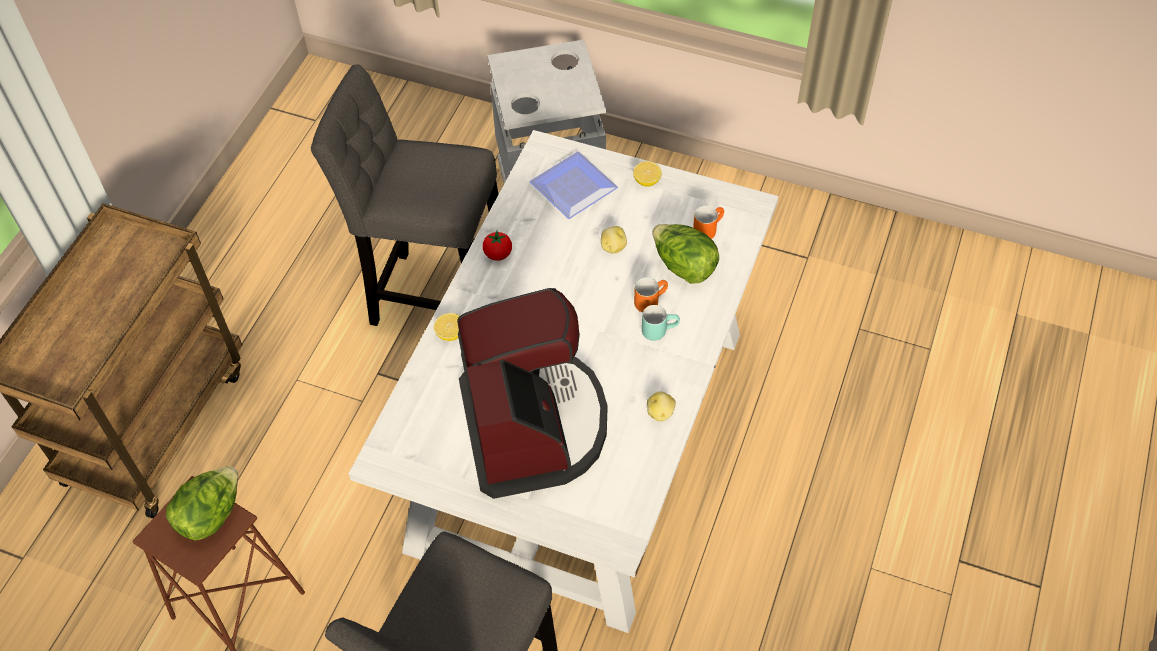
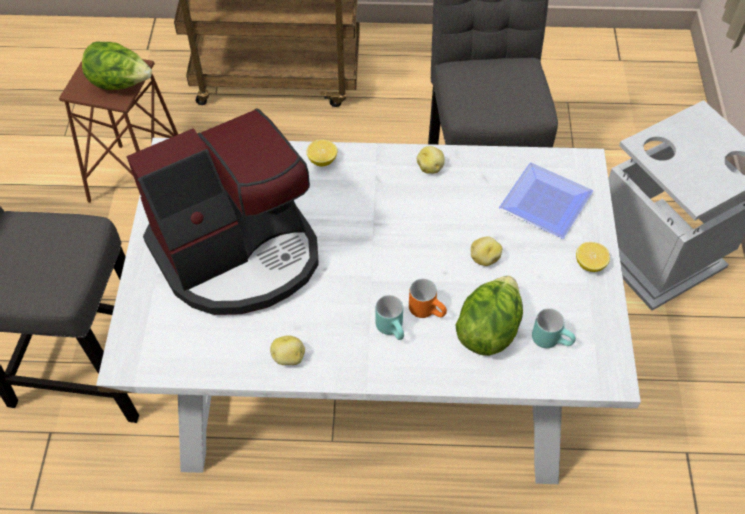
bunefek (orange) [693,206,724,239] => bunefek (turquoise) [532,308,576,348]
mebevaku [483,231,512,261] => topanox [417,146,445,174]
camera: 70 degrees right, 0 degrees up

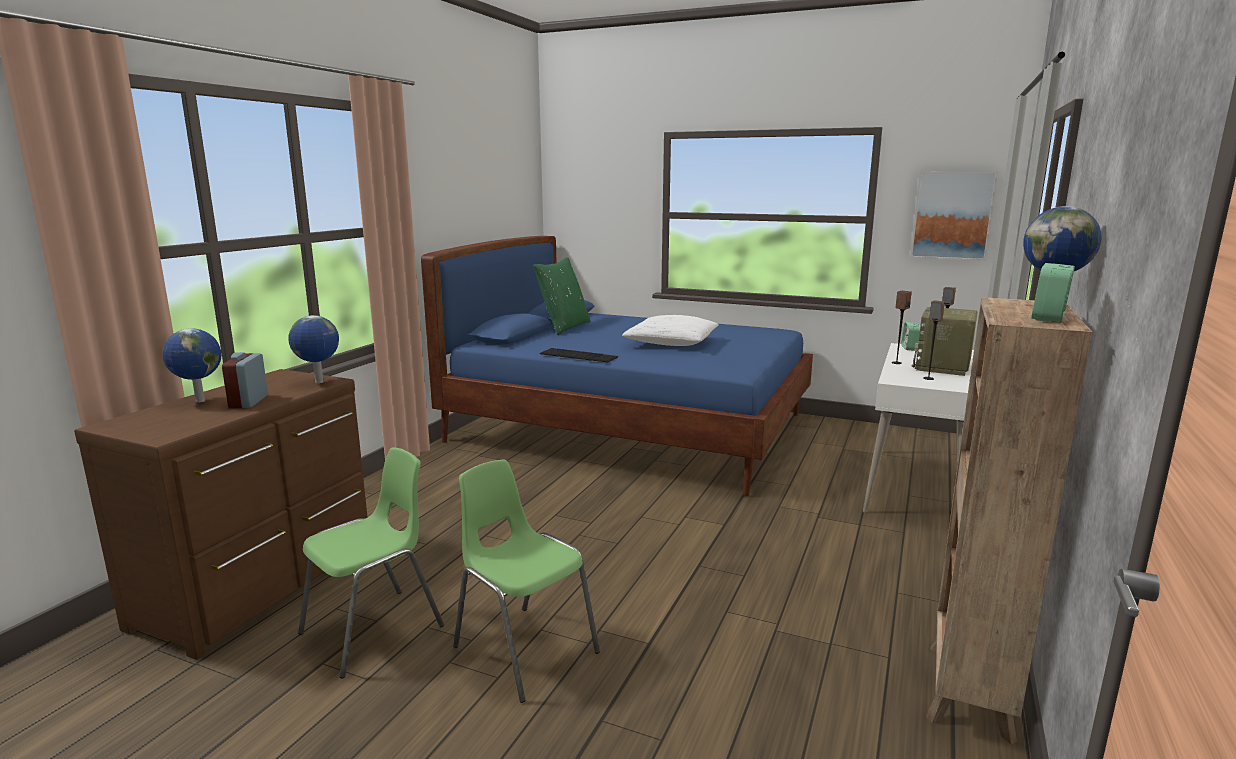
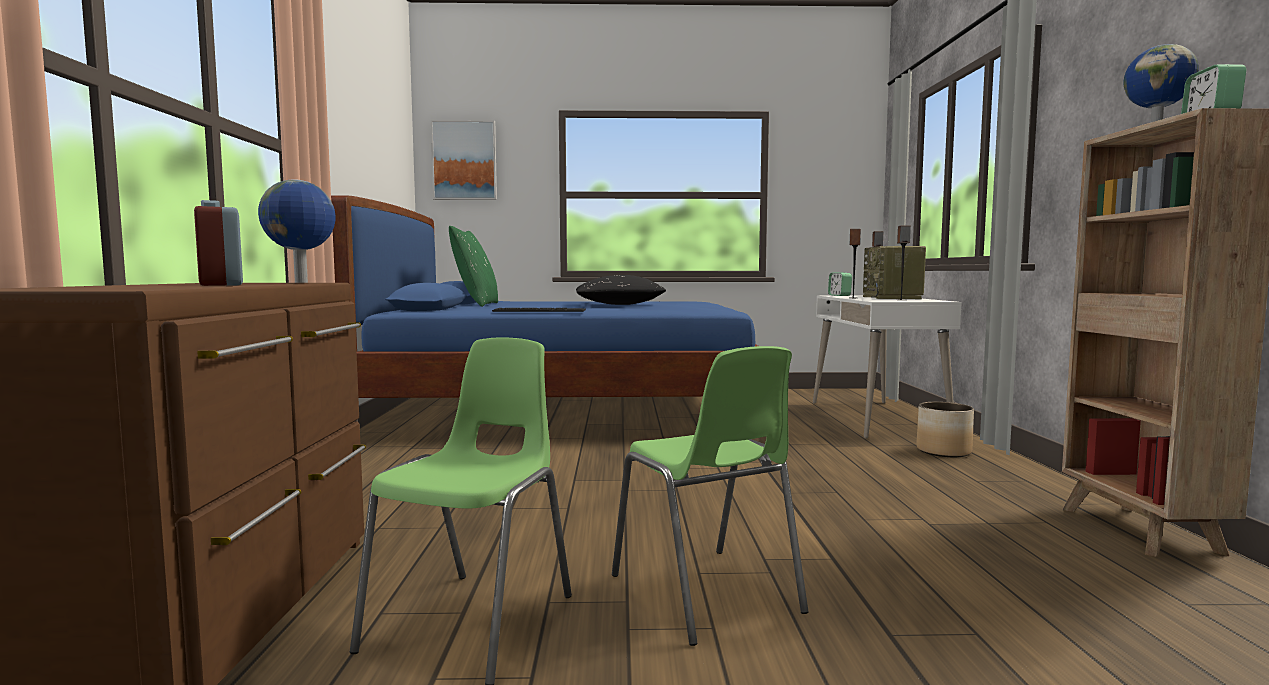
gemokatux [910,171,998,261] => gemokatux [431,120,497,200], shifted
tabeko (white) [622,315,719,346] => tabeko (black) [576,275,666,305]
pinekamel [162,328,222,403] => nothing
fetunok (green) [453,460,600,703] => fetunok (green) [612,346,809,646], 135 degrees counterclockwise
nothing => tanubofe [917,402,974,457]
camera: 25 degrees left, 10 degrees down

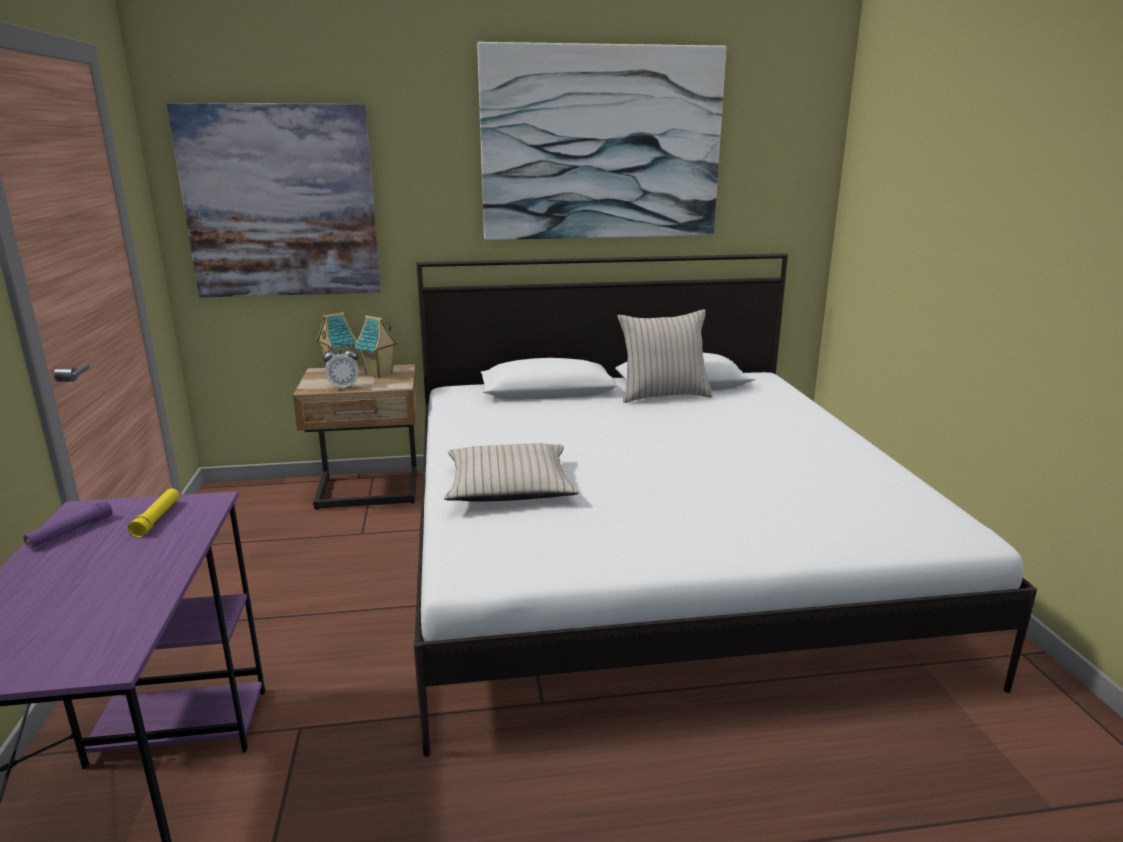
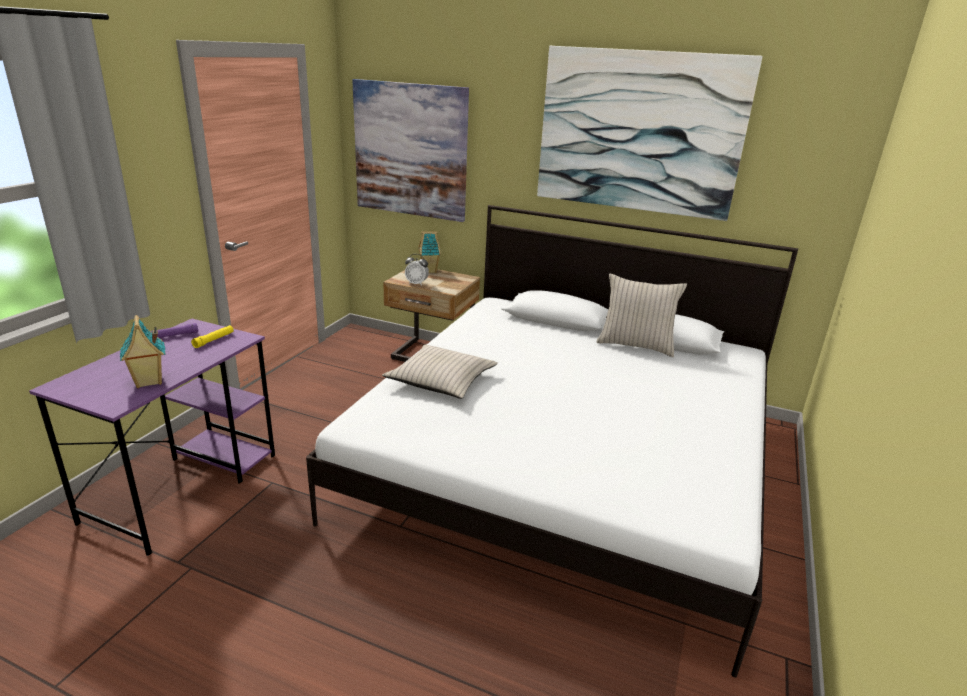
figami [354,315,399,378] => figami [120,315,166,388], shifted
camera: 30 degrees right, 5 degrees up

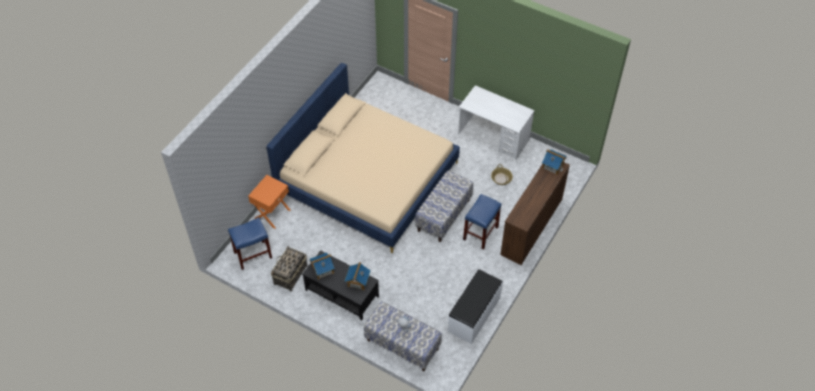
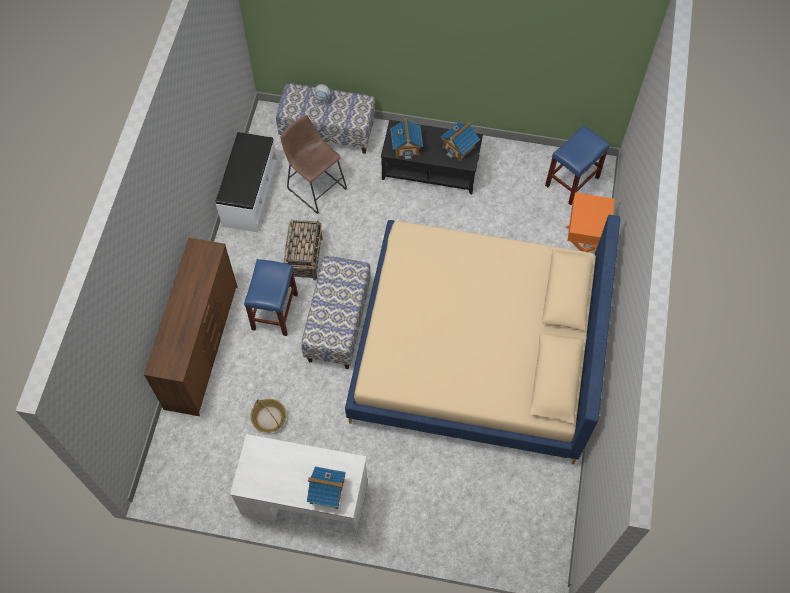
figami [542,149,567,175] => figami [307,466,345,509], shifted
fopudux [271,246,308,291] => fopudux [284,220,322,280], shifted
nothing => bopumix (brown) [280,115,347,214]
camera: 160 degrees right, 10 degrees up

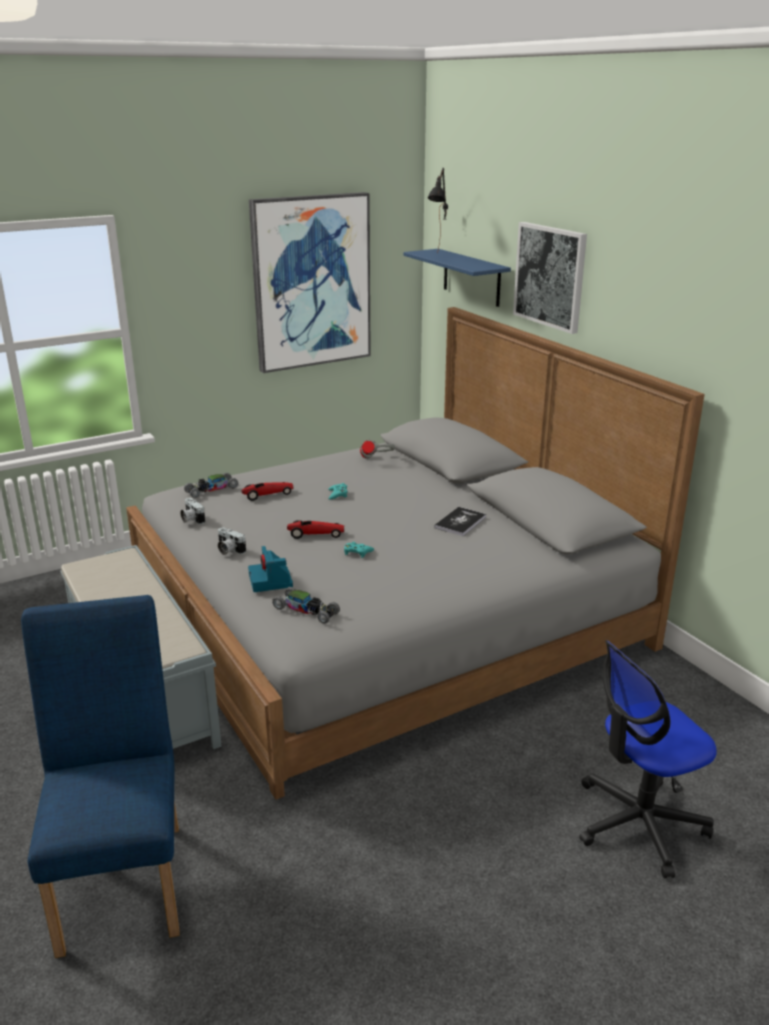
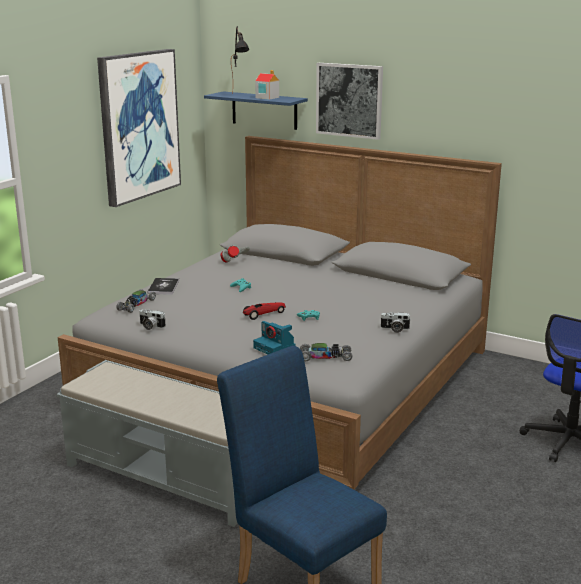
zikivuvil [241,482,294,501] => nothing
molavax [434,507,486,536] => molavax [148,278,179,295], shifted
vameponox [218,528,246,555] => vameponox [380,312,410,333], shifted
nothing => figami [255,70,279,100]
camera: 30 degrees left, 5 degrees down

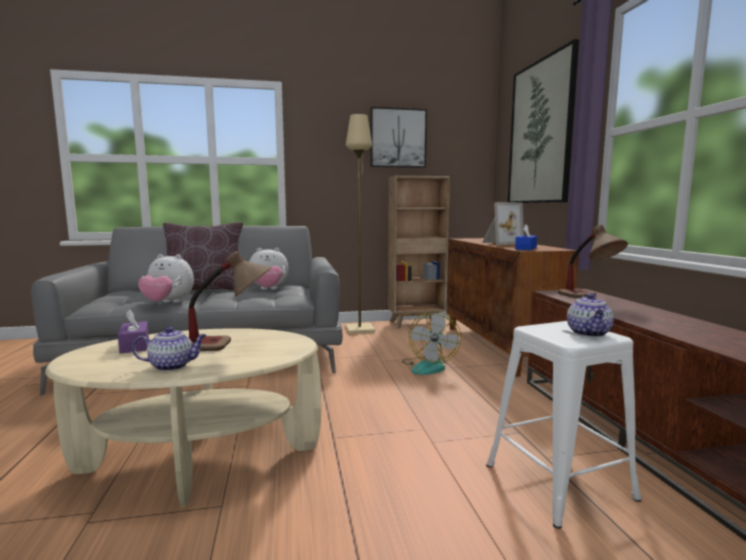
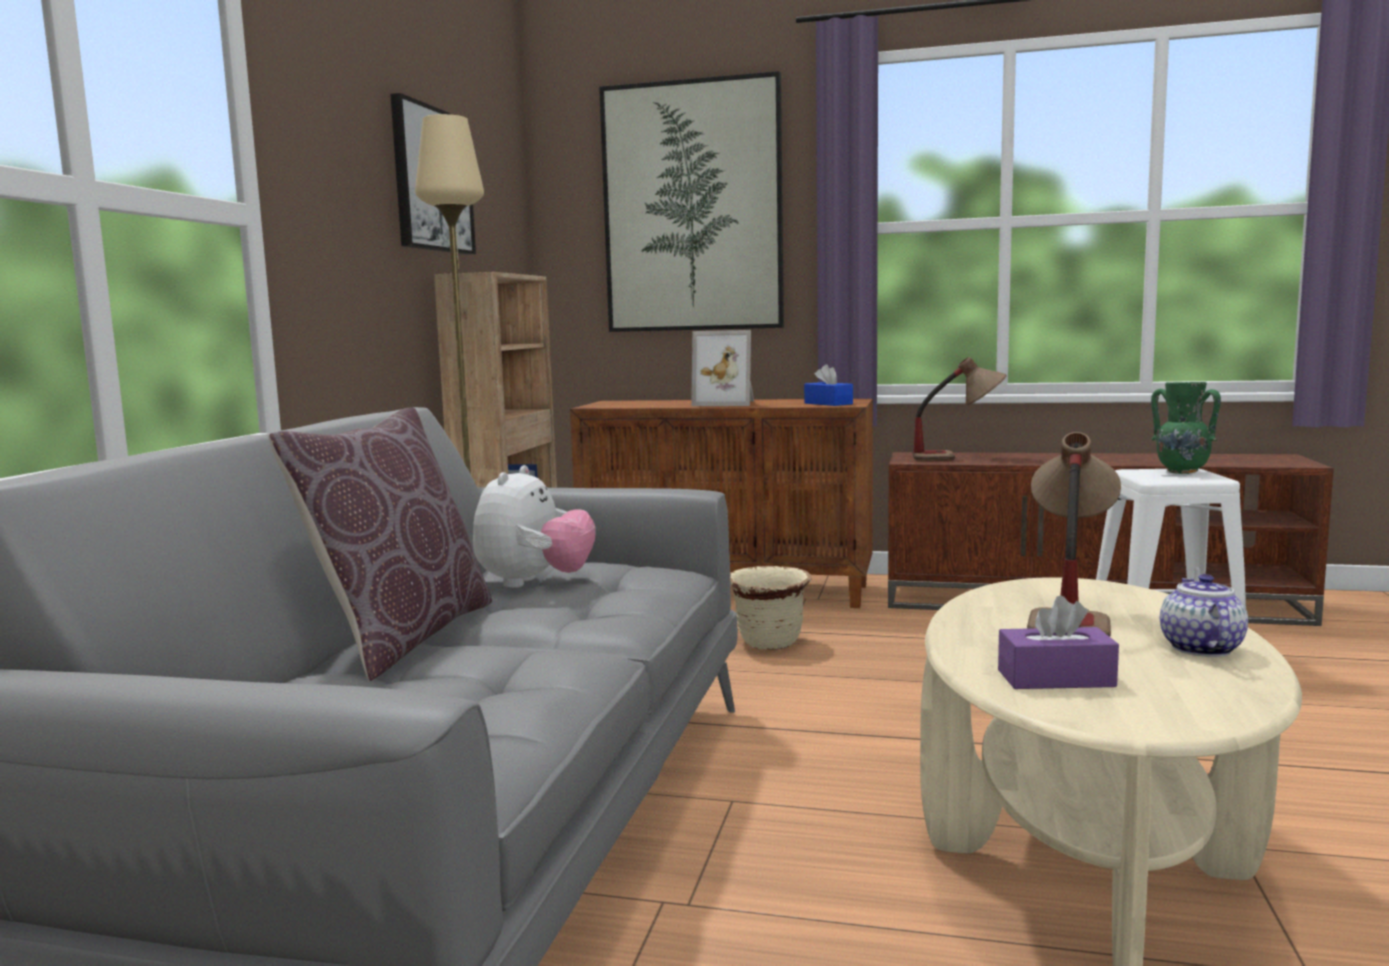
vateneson [482,202,524,245] => vateneson [691,330,754,406], 105 degrees clockwise
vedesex [138,254,194,303] => nothing
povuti [567,293,614,337] => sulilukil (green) [1151,382,1221,474]
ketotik [402,311,461,375] => tanubofe (beige) [730,566,812,650]
camera: 65 degrees left, 0 degrees up

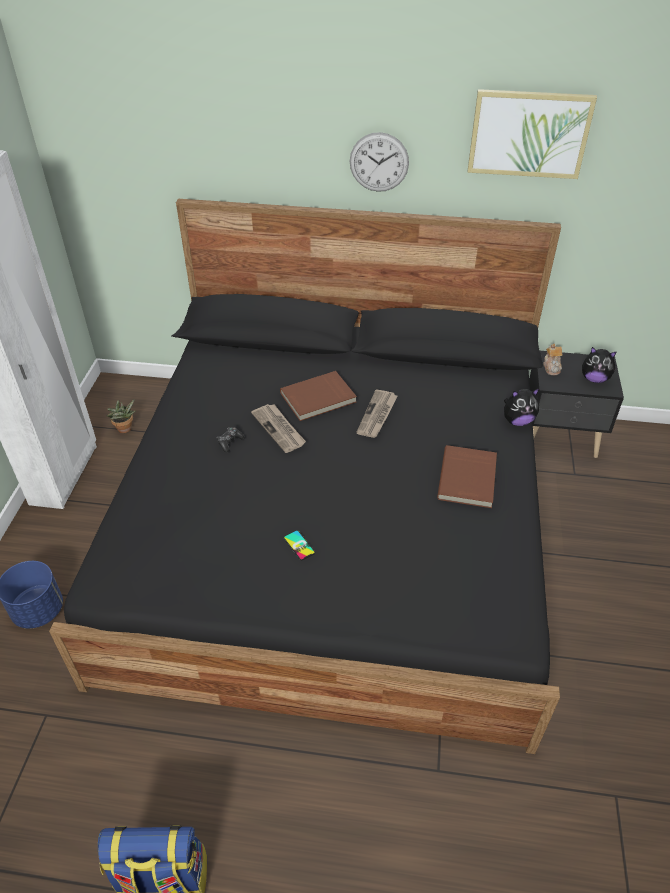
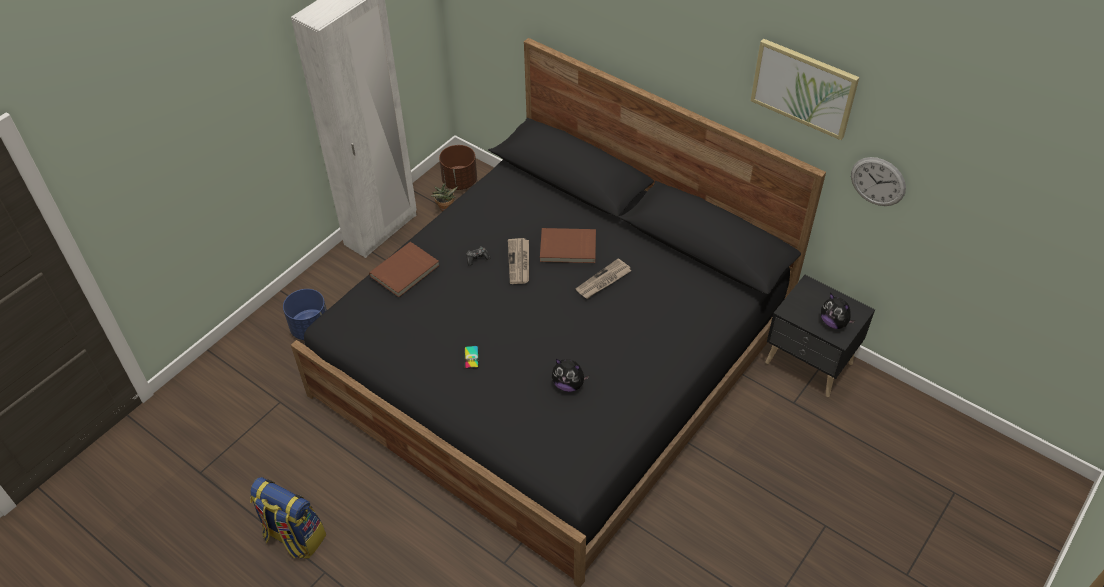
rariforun [350,132,409,192] => rariforun [851,157,906,206], shifted
povuti [543,344,562,375] => nothing
vedesex [504,389,539,426] => vedesex [552,359,589,392], shifted
molavax (brown) [437,445,497,508] => molavax (brown) [369,242,439,297], shifted
nothing => tanubofe (brown) [439,145,477,190]
camera: 30 degrees right, 5 degrees up

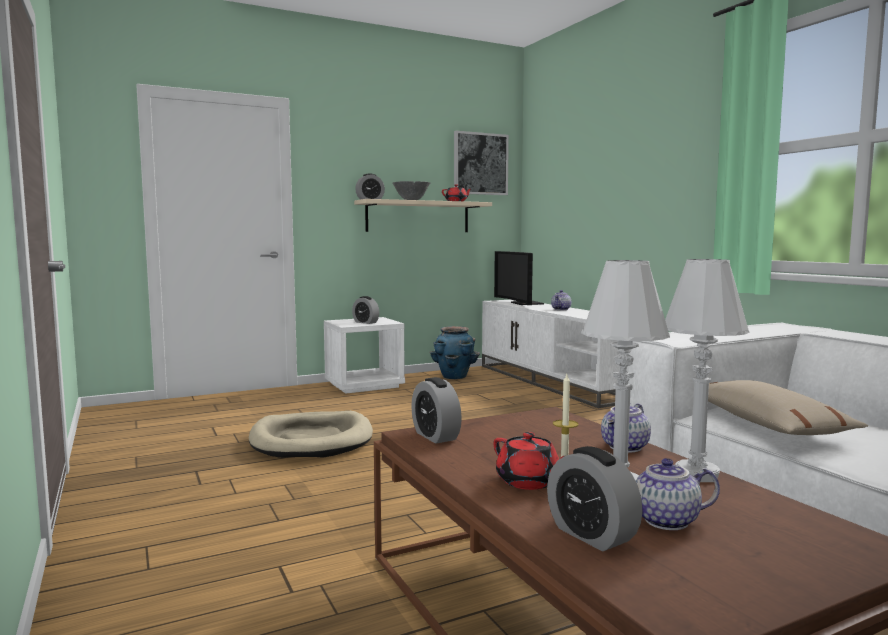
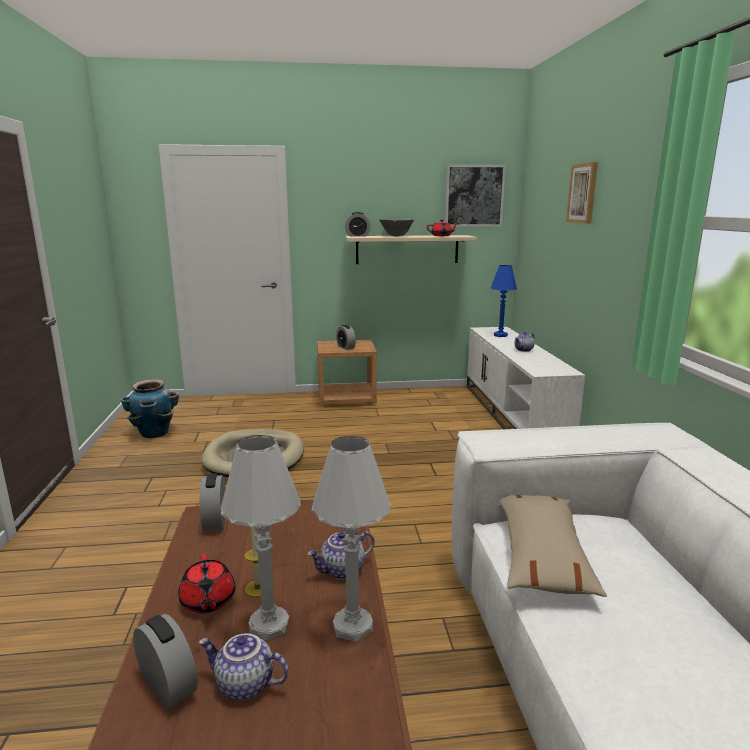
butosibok [494,251,544,305] => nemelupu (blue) [491,265,517,337]
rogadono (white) [324,317,405,394] => rogadono (brown) [317,340,377,407]
tanubofe [430,326,480,379] => tanubofe [121,379,179,438], shifted
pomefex [547,446,643,551] => pomefex [133,614,198,709], 150 degrees clockwise
nothing => gemokatux [566,162,598,224]
camera: 20 degrees right, 10 degrees up

